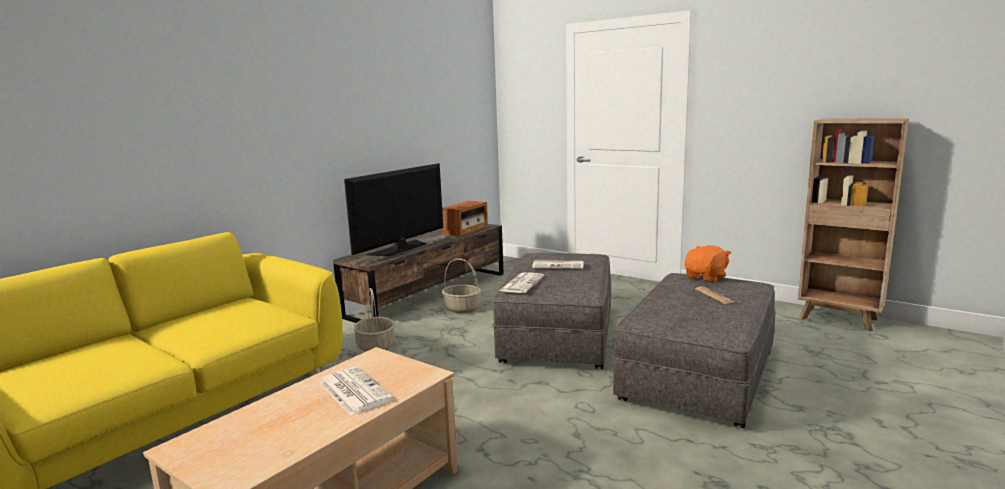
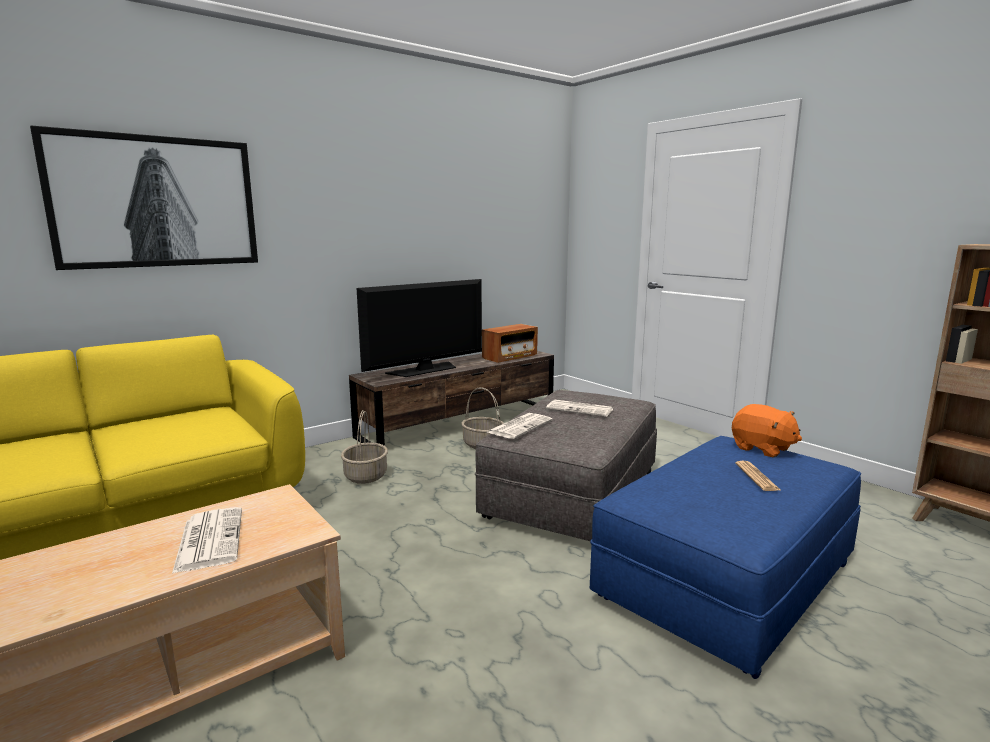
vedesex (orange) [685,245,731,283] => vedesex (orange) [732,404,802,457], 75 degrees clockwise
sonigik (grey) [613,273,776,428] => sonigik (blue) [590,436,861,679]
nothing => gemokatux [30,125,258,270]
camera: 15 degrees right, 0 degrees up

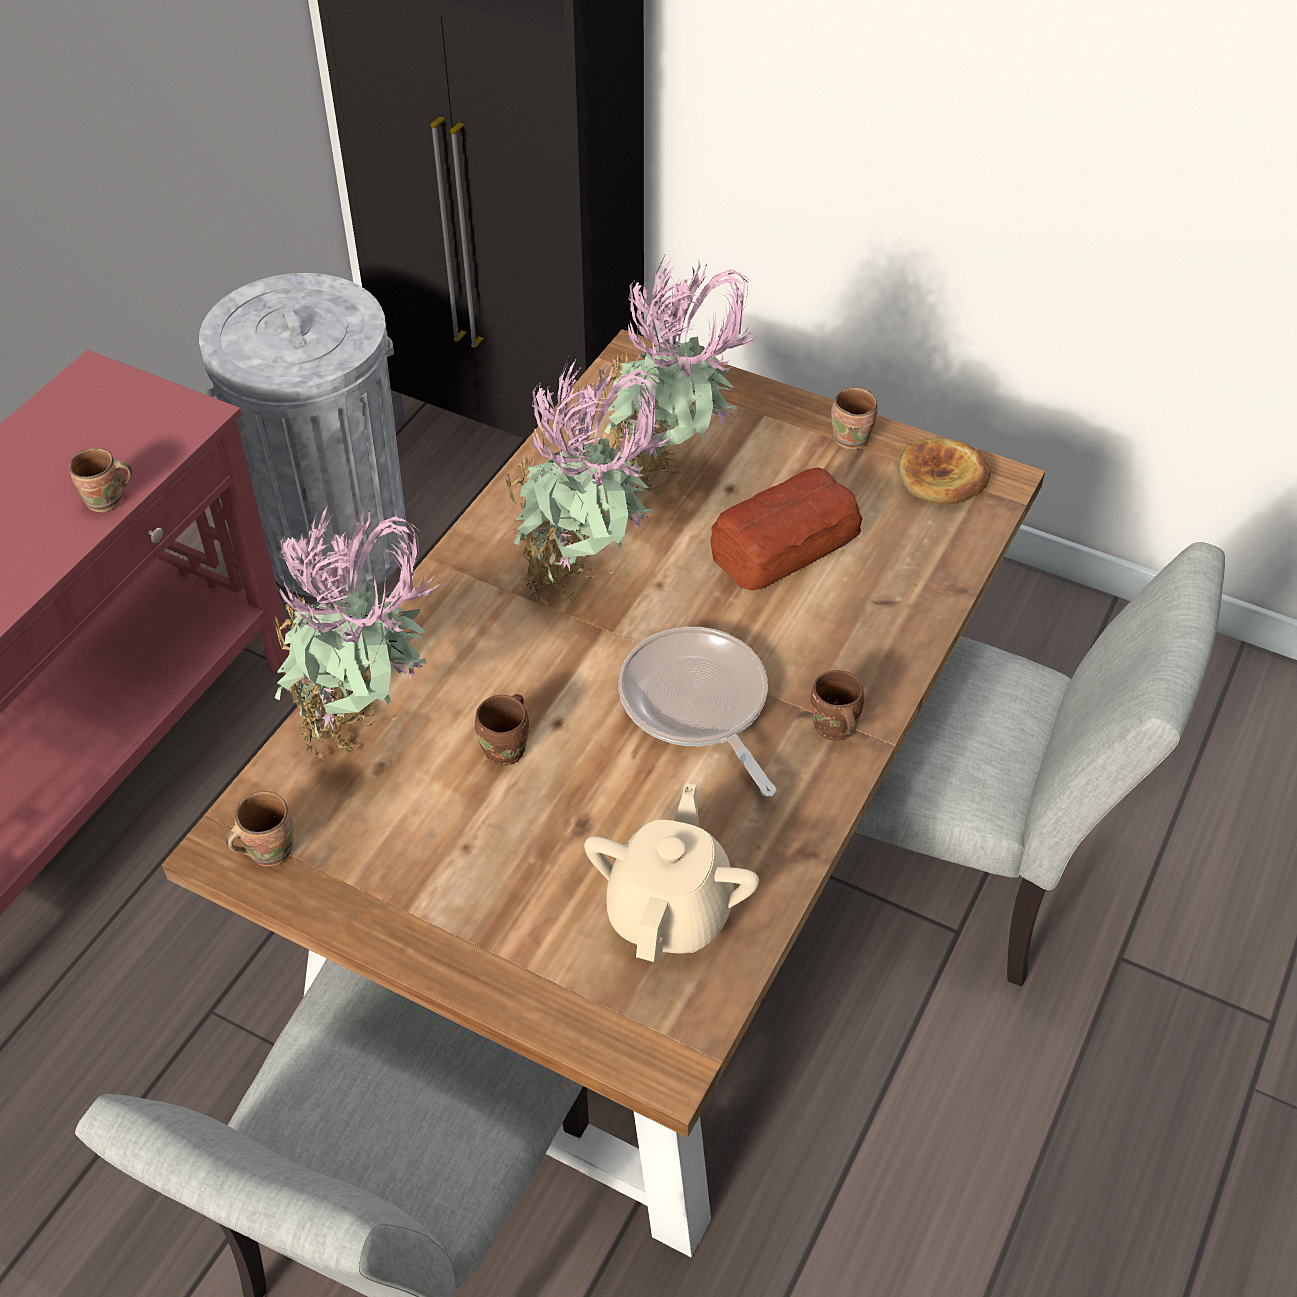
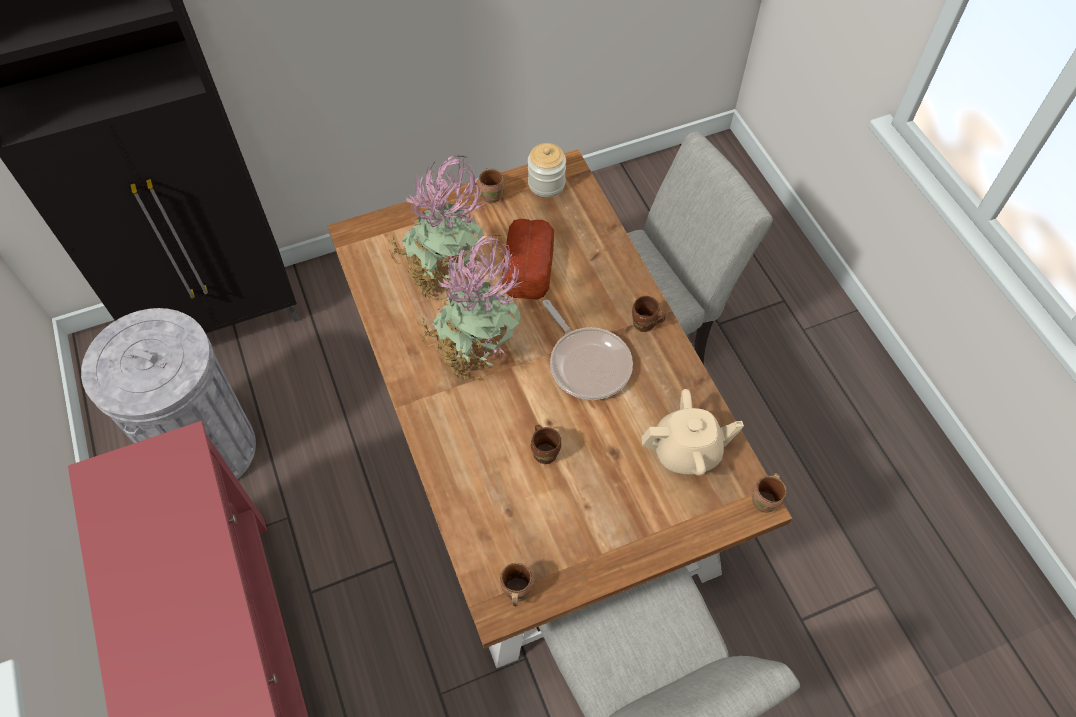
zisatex [898,438,991,505] => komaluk [528,143,566,197]
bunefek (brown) [69,448,132,512] => bunefek (brown) [752,473,787,513], shifted
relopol [270,504,440,760] => nothing
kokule [619,627,776,797] => kokule [543,300,633,400], 135 degrees counterclockwise
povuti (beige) [584,783,759,962] => povuti (beige) [641,389,744,476], 120 degrees clockwise
camera: 50 degrees left, 10 degrees up

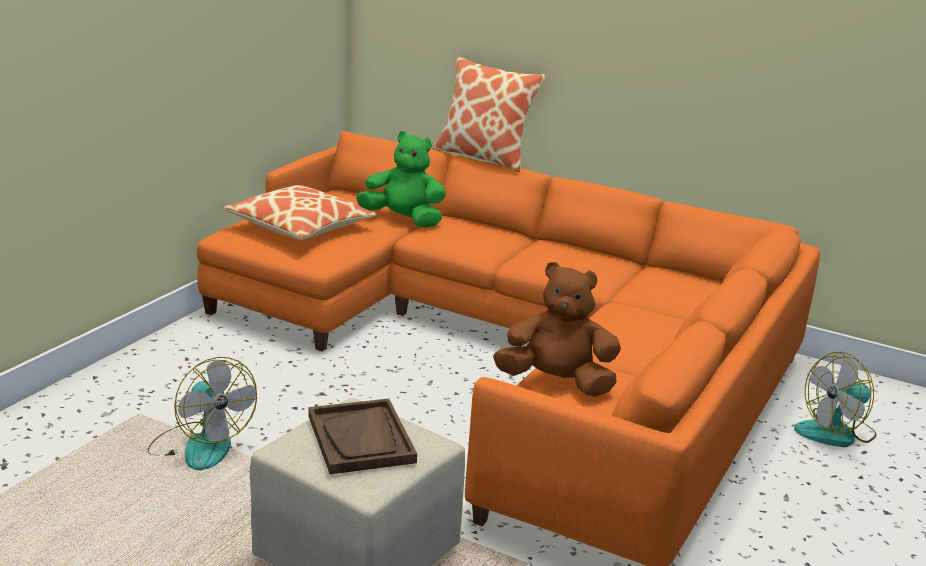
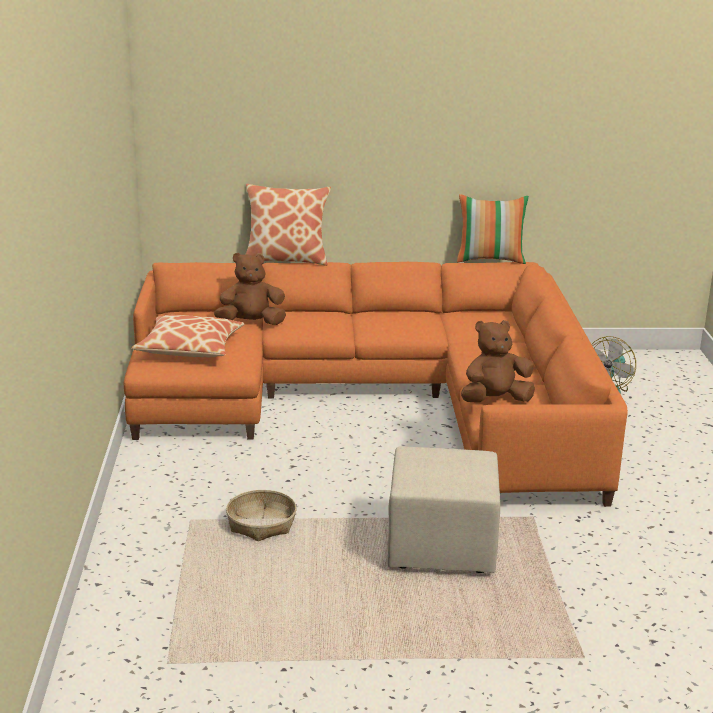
vedesex (green) [356,131,446,228] => vedesex (brown) [214,253,286,325]
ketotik [148,357,257,470] => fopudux [226,490,297,541]
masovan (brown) [308,398,417,474] => nothing
nothing => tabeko [457,194,529,264]
camera: 30 degrees left, 0 degrees up

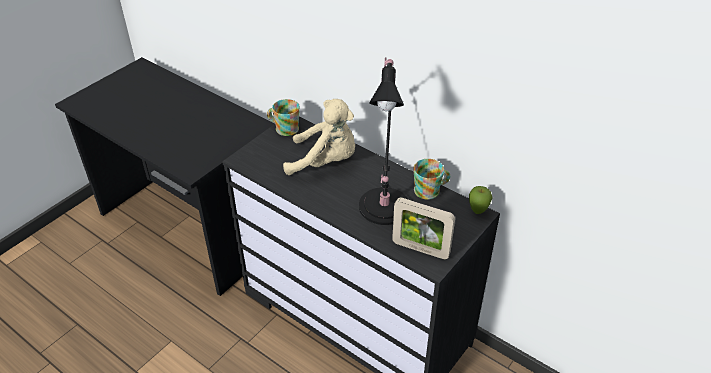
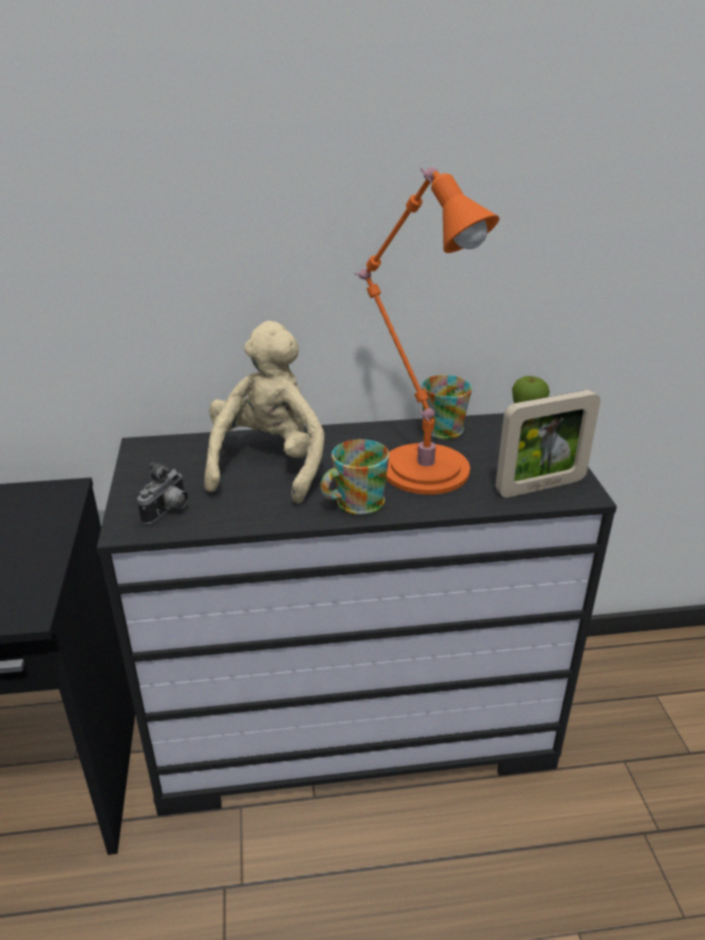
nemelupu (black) [359,57,409,225] => nemelupu (orange) [354,167,499,495]
bunefek [267,99,300,136] => bunefek [320,439,390,515], shifted
vedesex (beige) [283,99,355,175] => vedesex (beige) [204,321,325,504], 45 degrees counterclockwise
nothing => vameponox [137,462,188,524]
camera: 45 degrees left, 10 degrees down

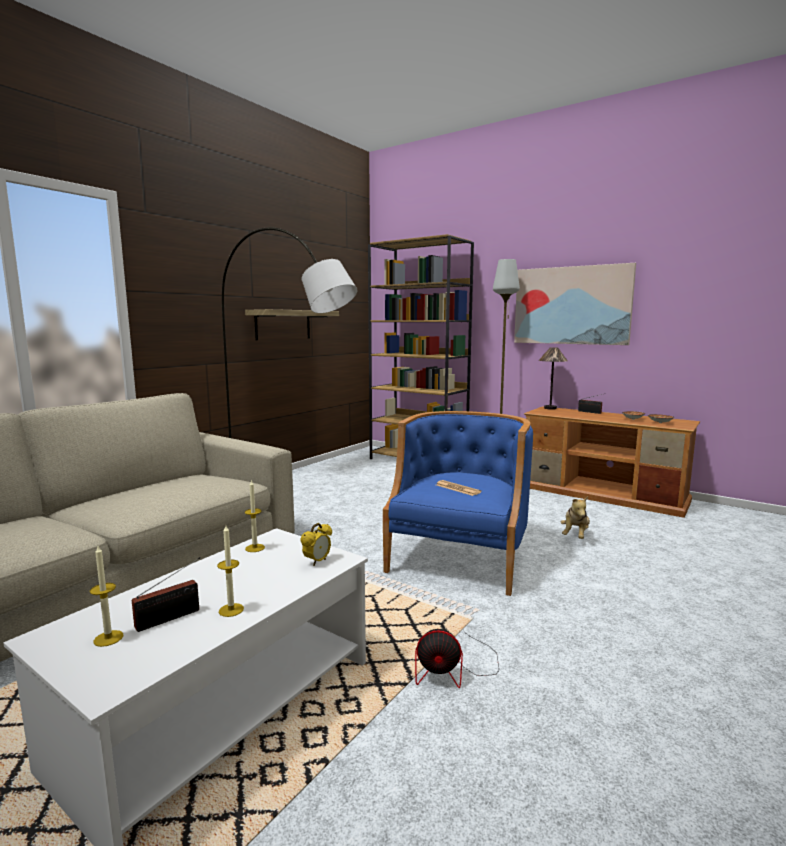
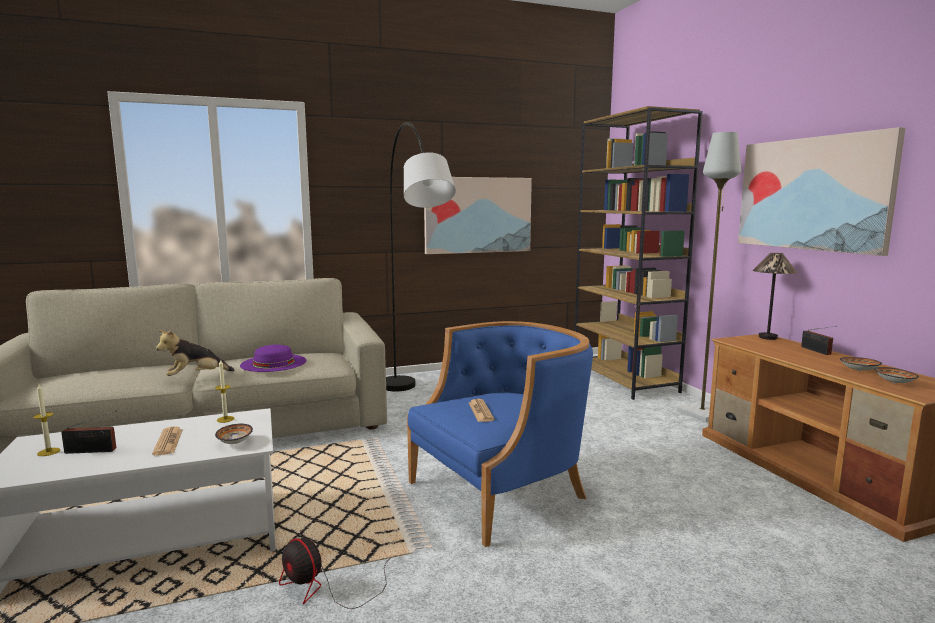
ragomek [245,309,339,340] => gemokatux [424,177,532,254]
vedesex [561,497,590,539] => vedesex [156,330,235,376], shifted
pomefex [300,523,332,566] => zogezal [215,424,253,444]
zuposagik [217,525,244,617] => nothing
nothing => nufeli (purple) [240,345,306,372]
nothing => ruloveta [152,427,183,456]
camera: 35 degrees right, 0 degrees up

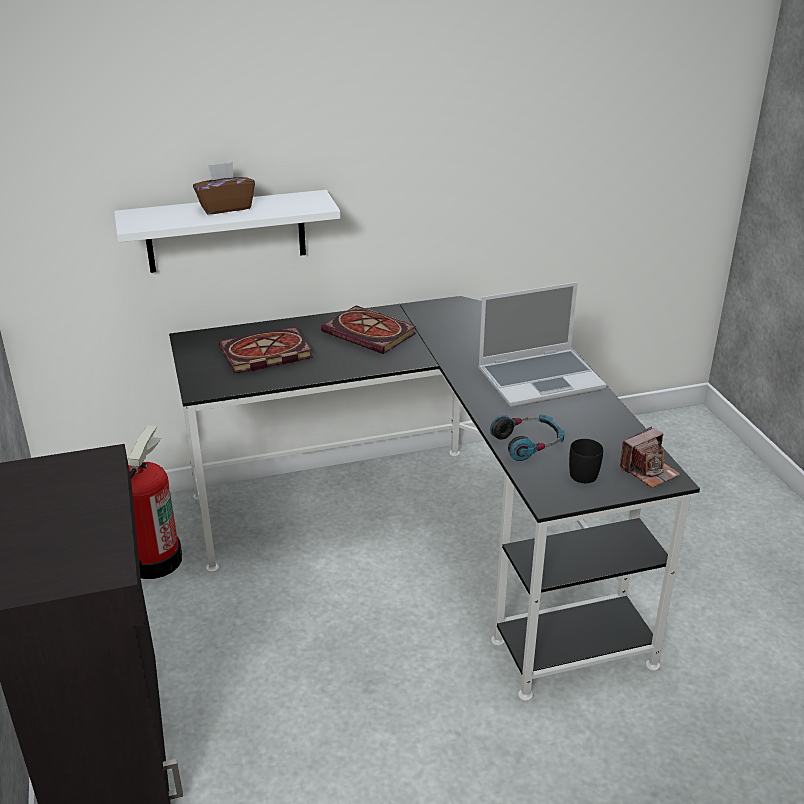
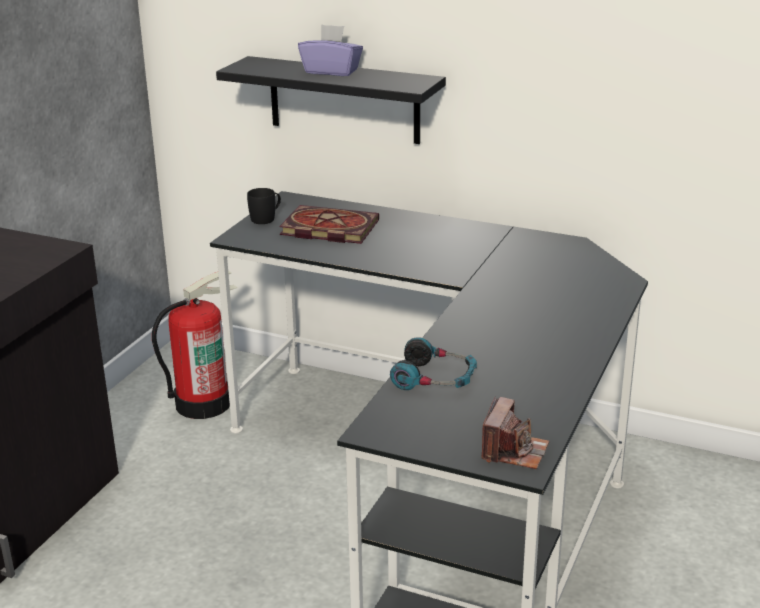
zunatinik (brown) [193,162,255,215] => zunatinik (purple) [298,24,363,76]
ragomek (white) [114,190,340,273] => ragomek (black) [216,56,446,144]
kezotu [478,282,607,408] => nothing
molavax [321,305,416,354] => nothing
vameponox [620,426,680,488] => vameponox [481,397,549,469], 75 degrees counterclockwise
bunefek (black) [569,439,603,483] => bunefek (black) [247,188,281,224], shifted
camera: 40 degrees right, 5 degrees down

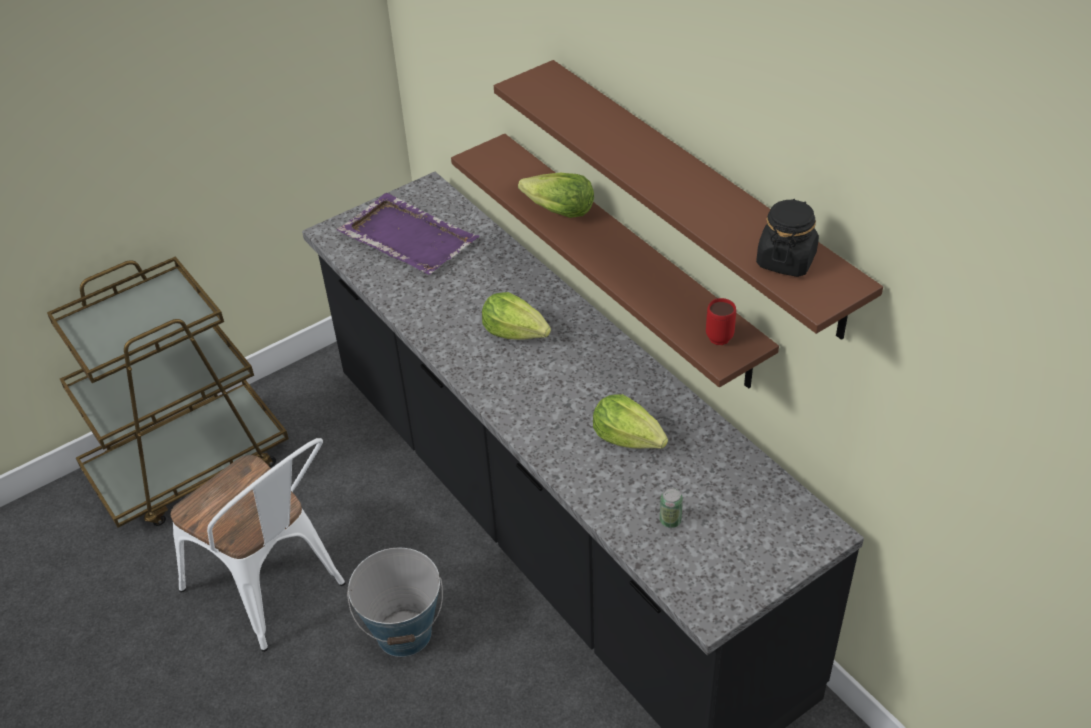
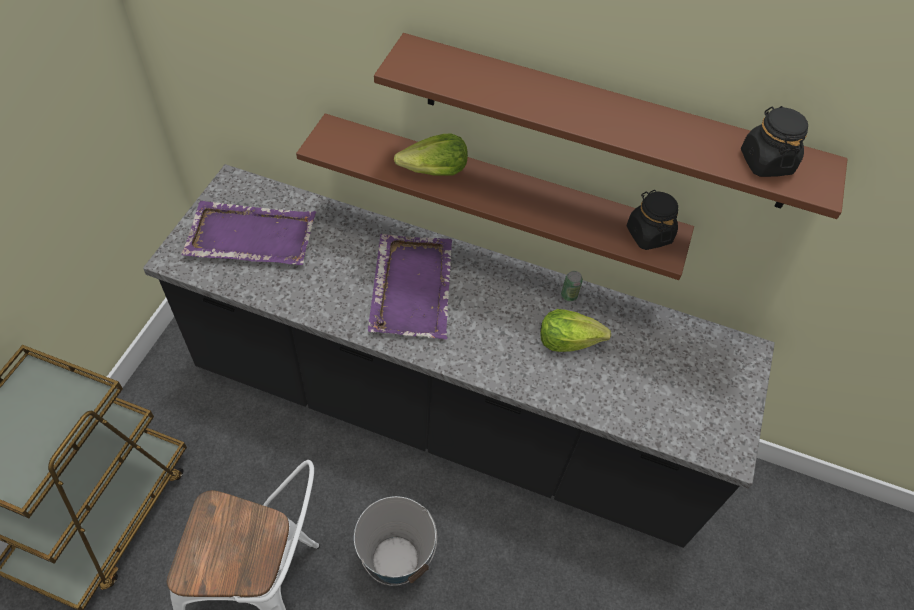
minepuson [482,292,551,340] => masovan (purple) [368,234,452,340]
bunefek (red) [706,298,736,345] => komaluk (black) [626,190,678,250]
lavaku [660,488,683,528] => lavaku [561,271,583,301], shifted
camera: 40 degrees left, 10 degrees up

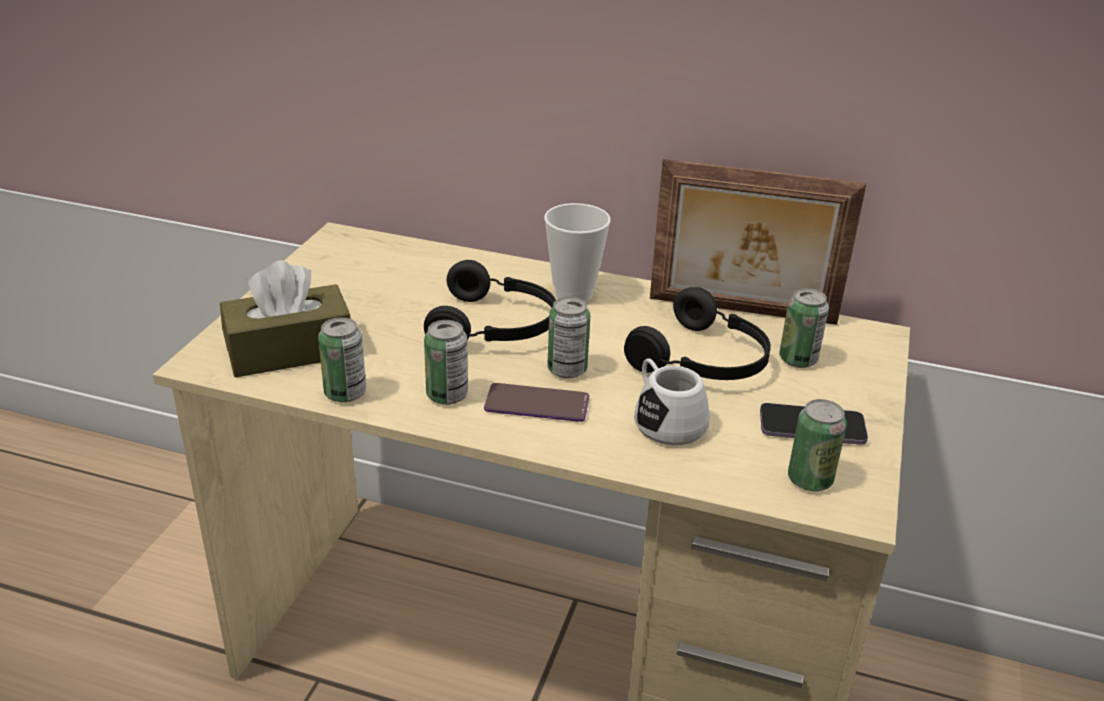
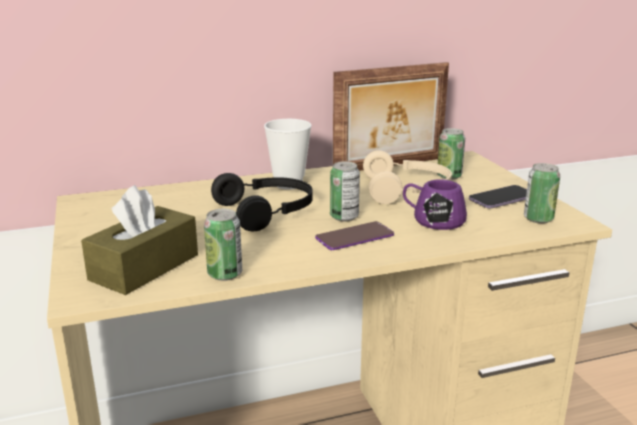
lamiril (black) [624,287,771,380] => lamiril (beige) [363,150,452,204]
lavaku [424,320,468,405] => nothing
bunefek (white) [634,358,710,445] => bunefek (purple) [403,179,467,230]
camera: 35 degrees left, 10 degrees down

